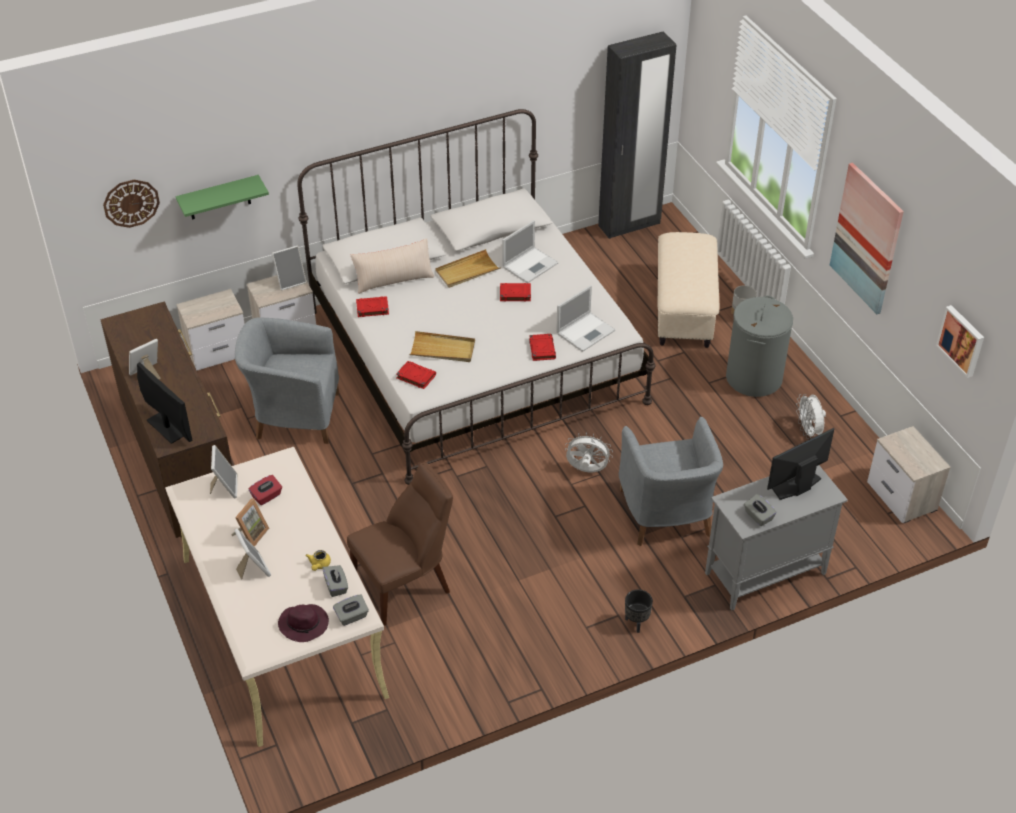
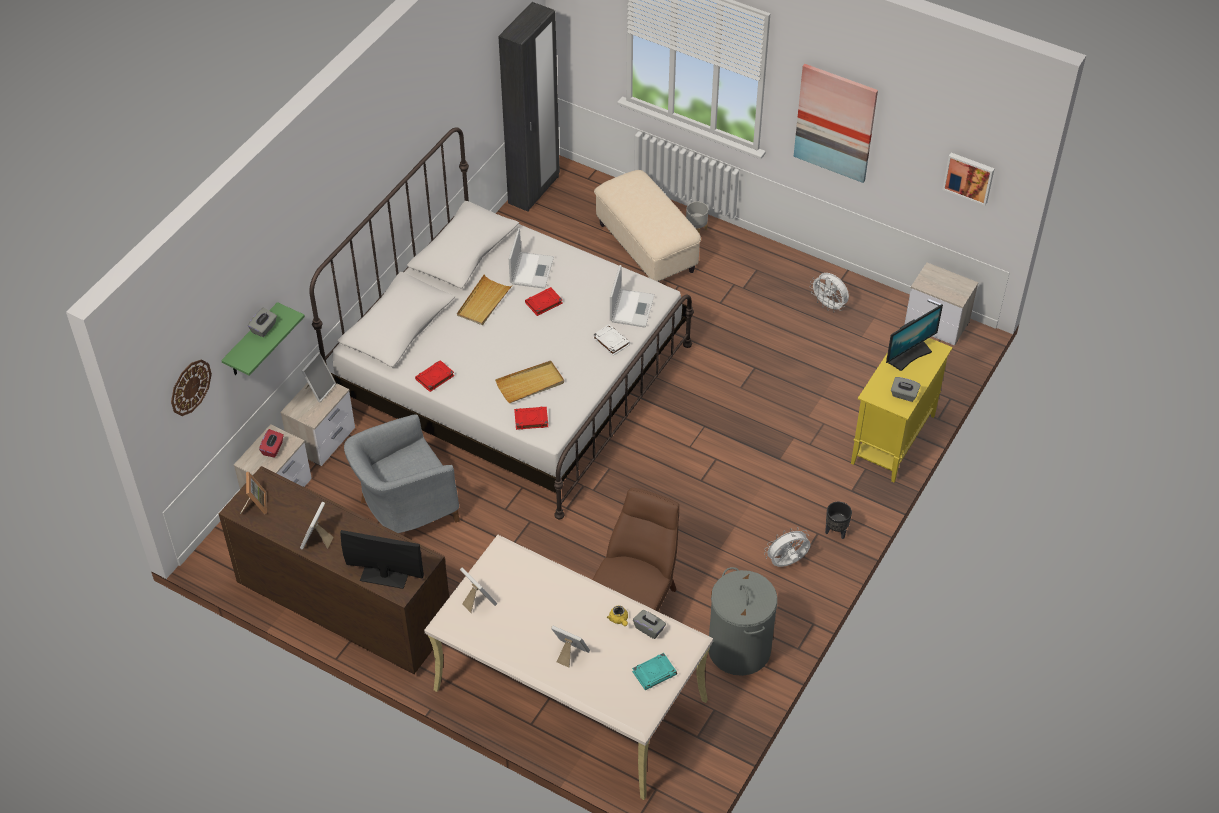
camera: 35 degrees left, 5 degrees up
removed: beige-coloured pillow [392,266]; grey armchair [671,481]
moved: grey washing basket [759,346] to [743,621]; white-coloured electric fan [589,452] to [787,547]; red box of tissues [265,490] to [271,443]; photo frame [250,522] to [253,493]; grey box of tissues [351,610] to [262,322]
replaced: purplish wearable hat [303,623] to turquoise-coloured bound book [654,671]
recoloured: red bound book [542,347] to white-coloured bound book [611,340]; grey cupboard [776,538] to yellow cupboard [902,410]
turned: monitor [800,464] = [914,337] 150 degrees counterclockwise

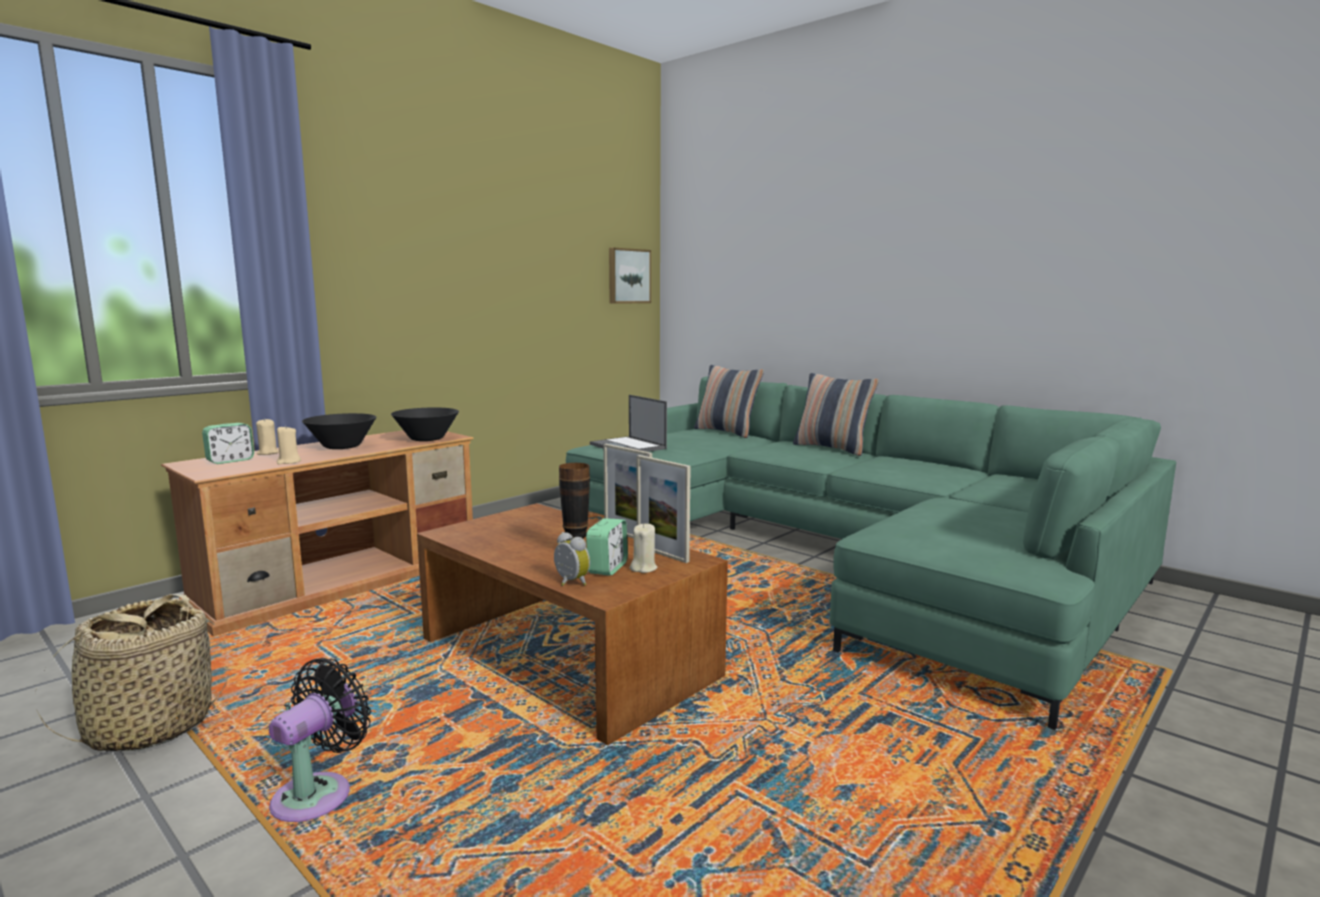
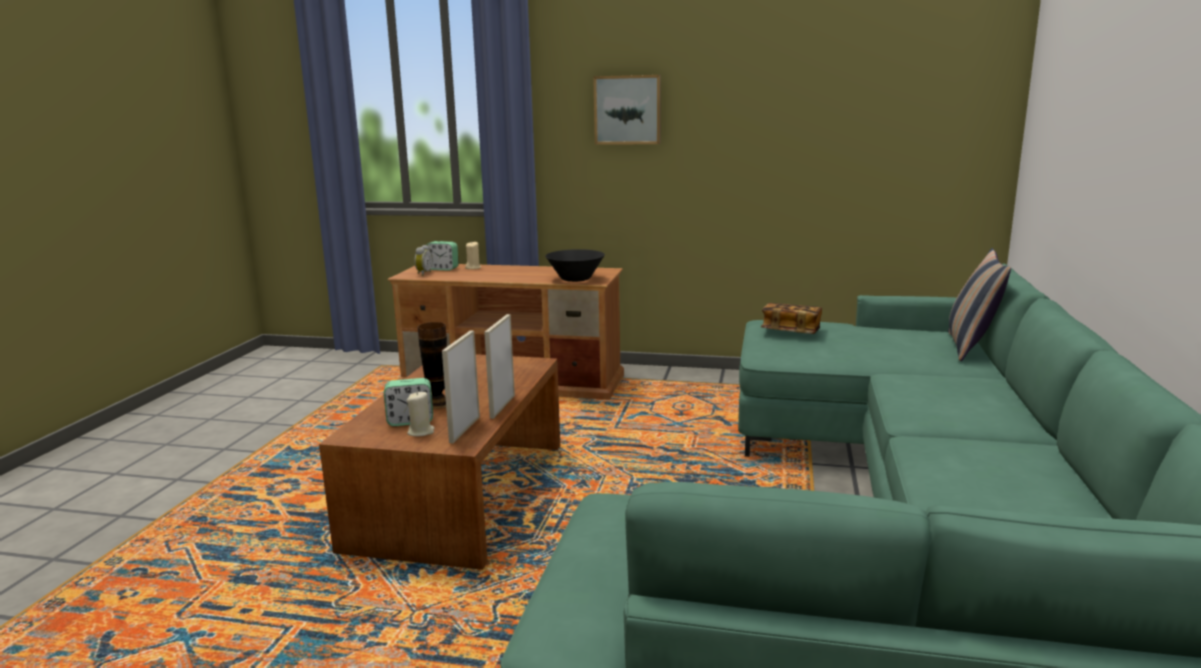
camera: 60 degrees right, 5 degrees up
removed: pillow [836,414]; black-coloured deep dish [339,431]; beige-coloured candle [289,444]; basket [131,672]; black-coloured electric fan [320,740]
moved: picture [630,276] to [627,110]; table clock [572,559] to [424,260]
replaced: notebook computer [628,423] to bound book [791,318]

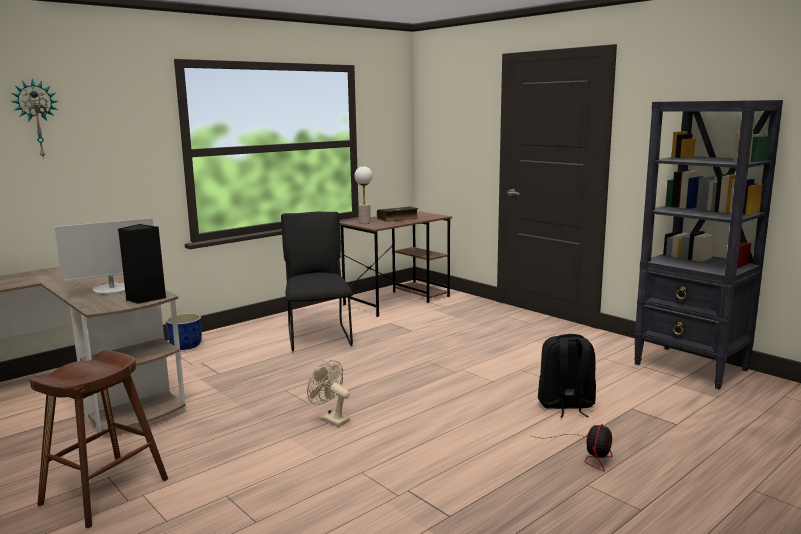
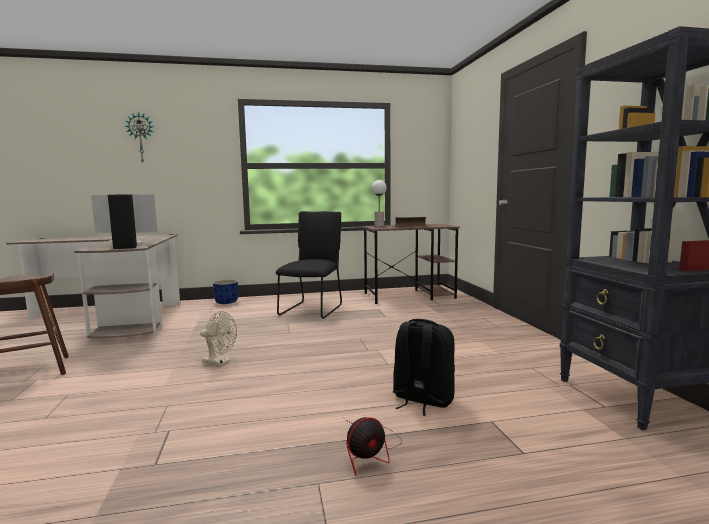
camera: 30 degrees right, 5 degrees down
turned: beige-coloured electric fan [328,393] = [218,338] 135 degrees clockwise

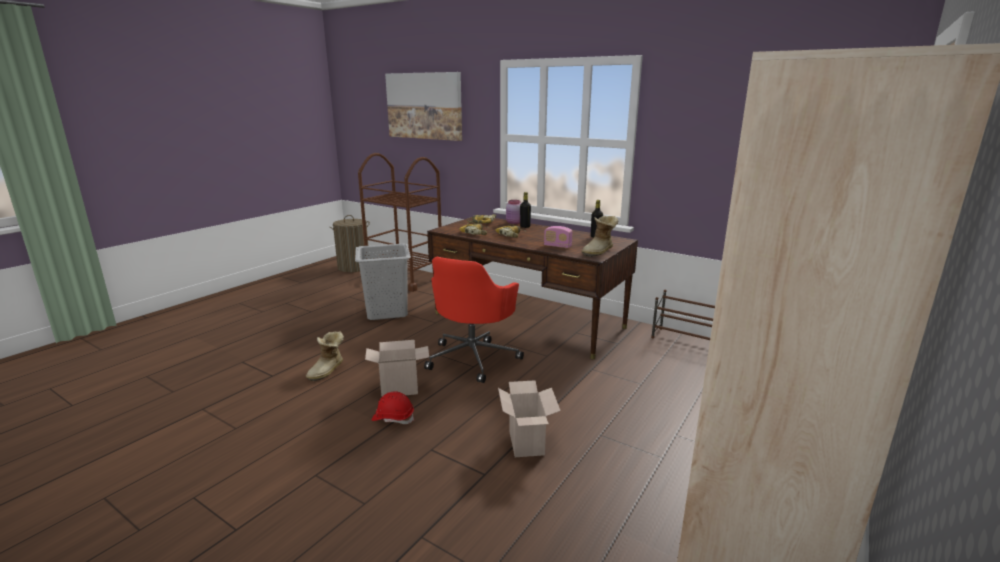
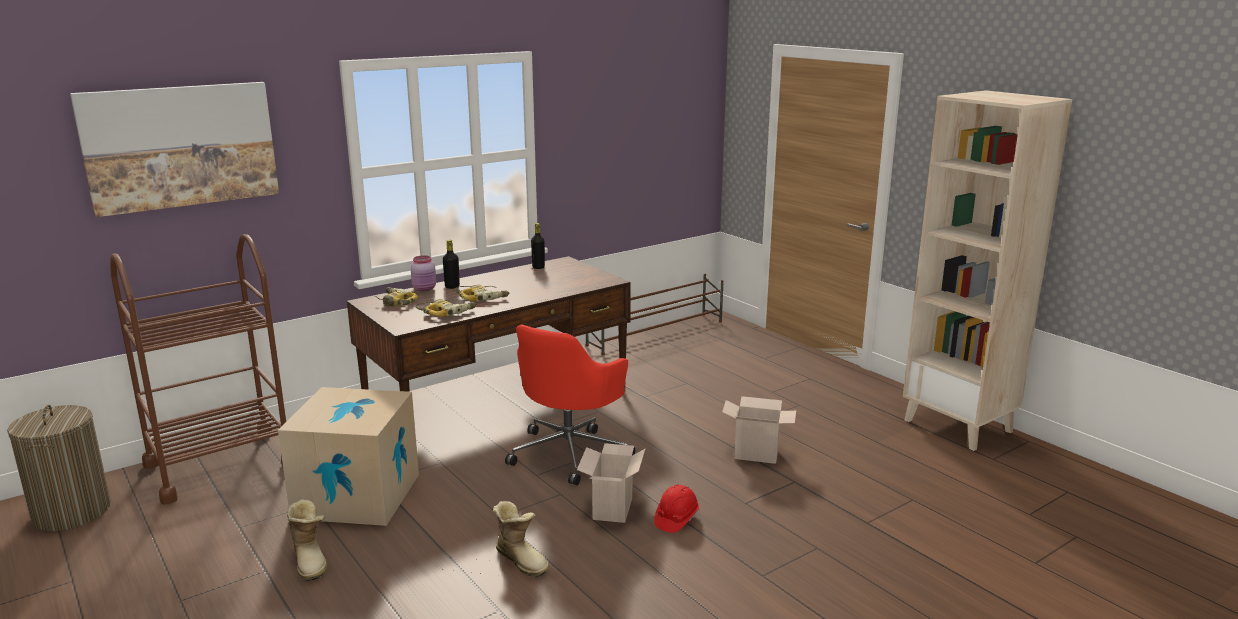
camera: 70 degrees left, 0 degrees up
removed: radio [558,237]
moved: high-top boot [599,236] to [307,540]
replaced: grey washing basket [383,281] to carton [348,456]
turned: red office chair [474,320] = [570,405] 75 degrees clockwise

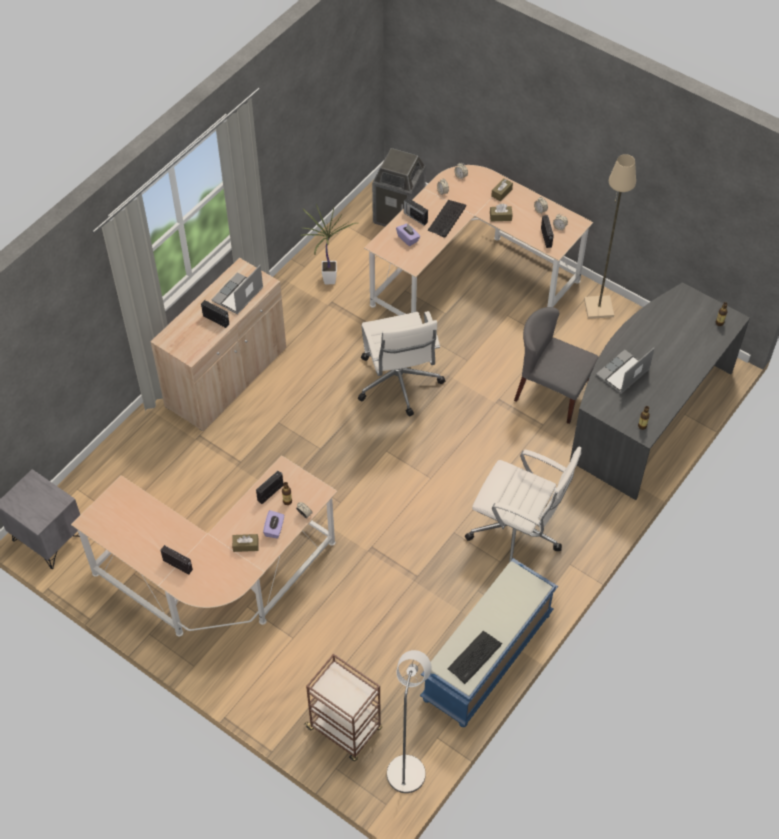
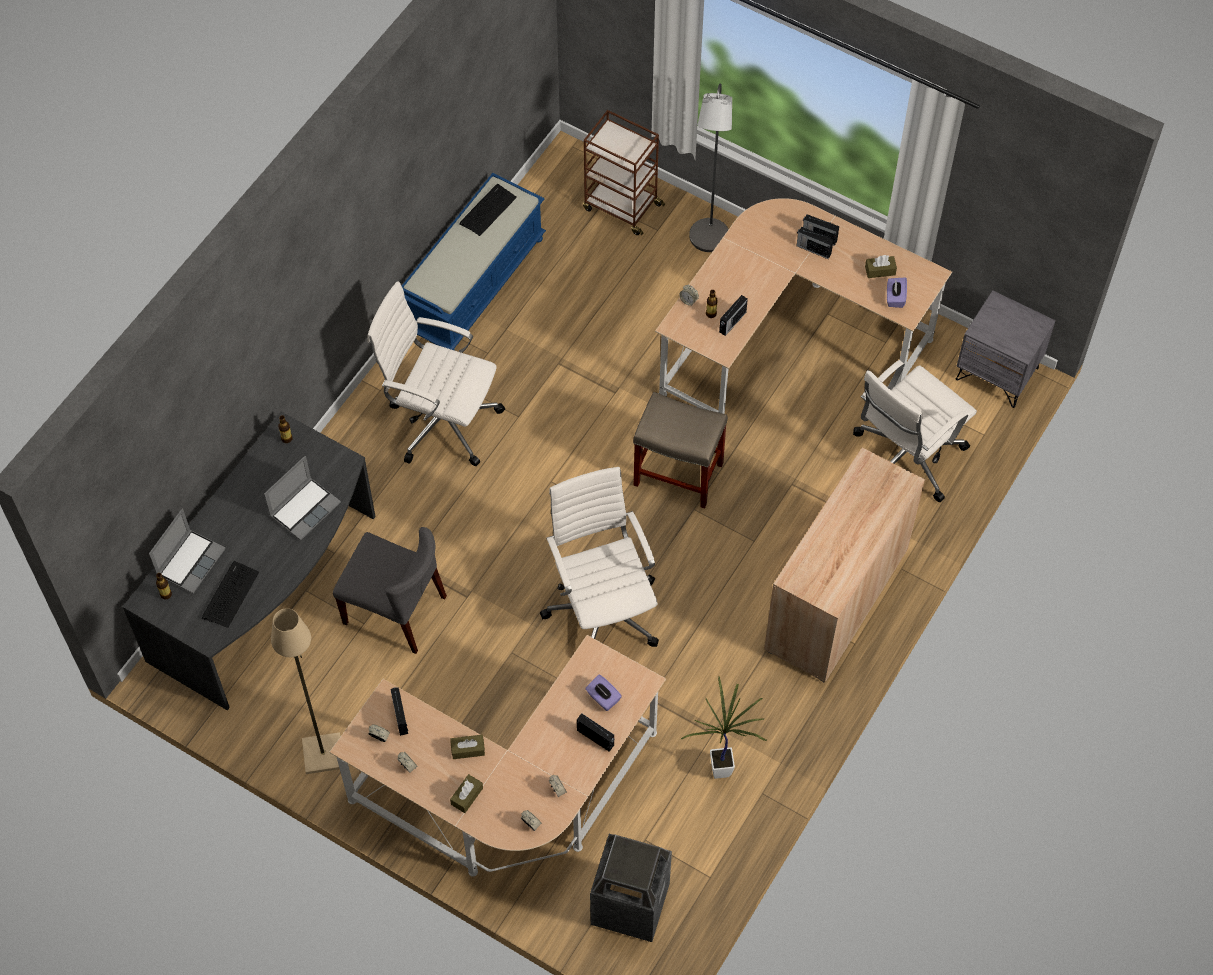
camera: 175 degrees right, 5 degrees up
added: white-coloured office chair [915,431]; beige-coloured sitting stool [680,450]
moved: keyboard [447,219] to [230,594]; notebook computer [237,290] to [187,551]; radio [215,314] to [815,243]; purplish box of tissues [273,524] to [897,292]; brown-coloured box of tissues [245,543] to [881,266]; grey standard lamp [409,721] to [710,168]

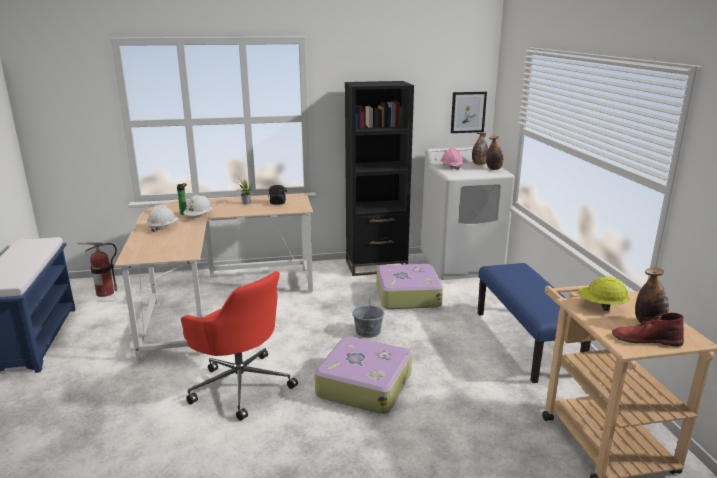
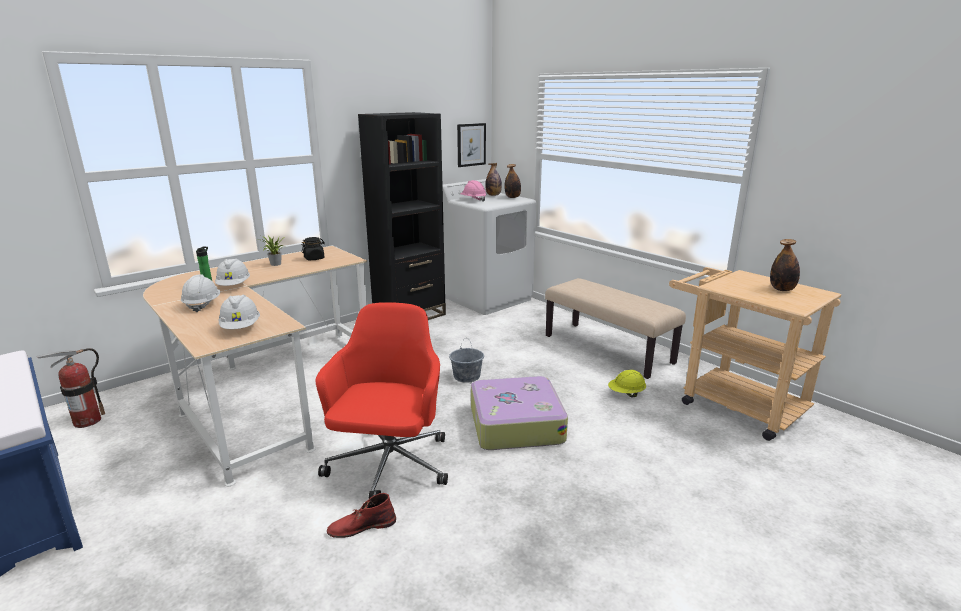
camera: 30 degrees left, 0 degrees up
removed: suitcase [410,286]
added: white-coloured hard hat [239,312]
moved: yellow hard hat [603,294] to [627,383]; red high-top boot [648,329] to [361,515]
recoloured: blue-coloured long seat [534,323] to beige-coloured long seat [615,328]
turned: red office chair [239,346] = [382,400] 90 degrees counterclockwise

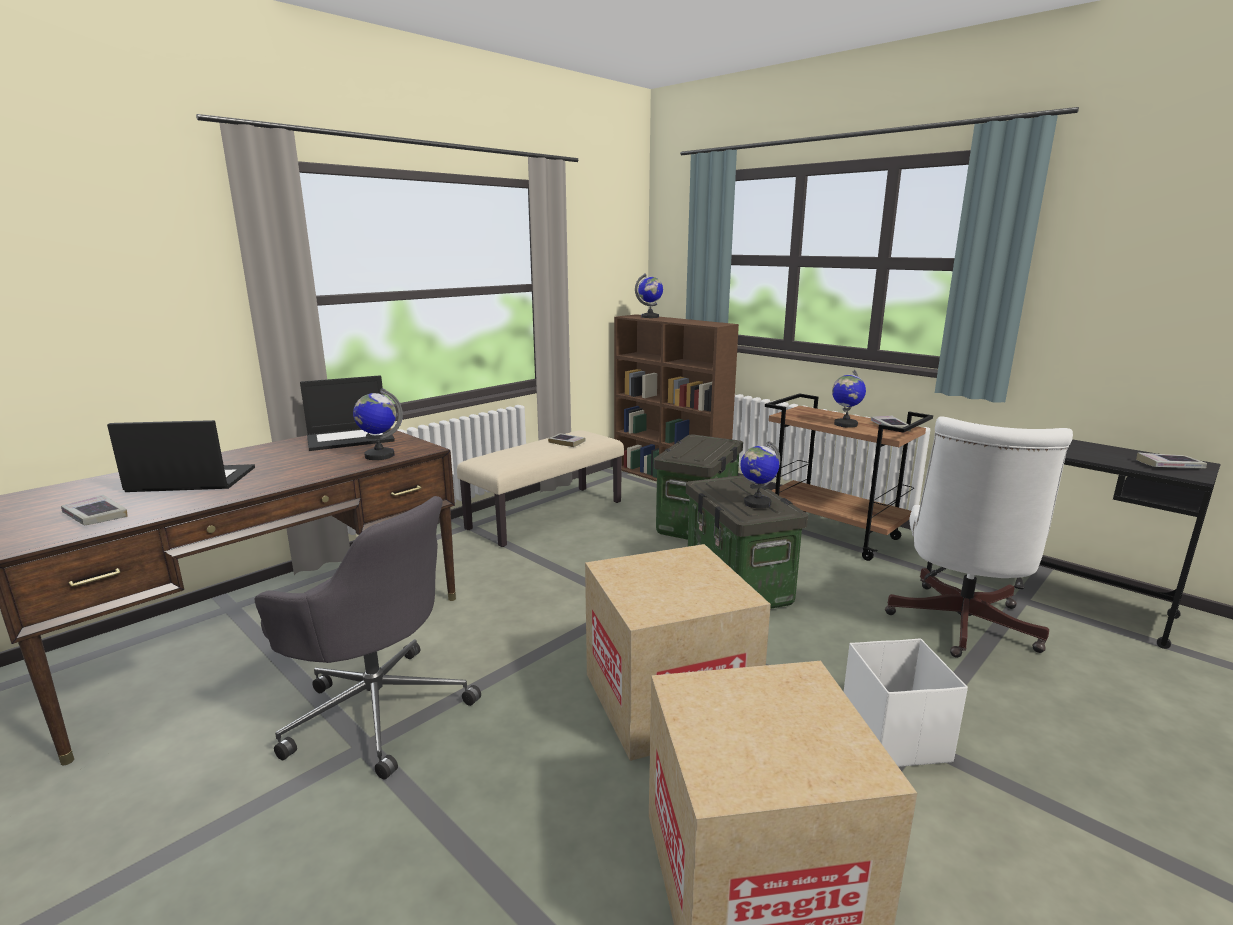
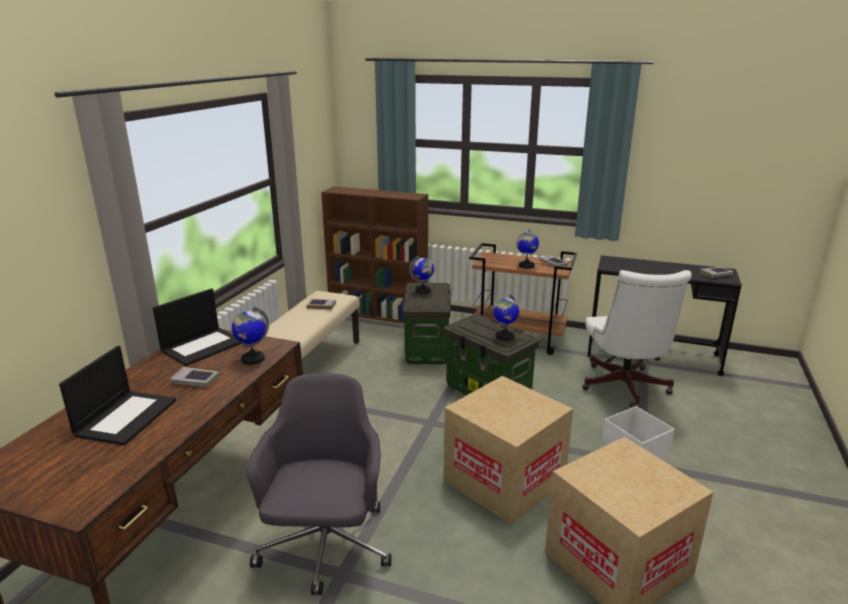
camera: 25 degrees left, 5 degrees up
moved: world globe [649,295] to [421,275]; bound book [94,510] to [194,377]
turned: notebook computer [181,456] = [117,395] 135 degrees clockwise; grey office chair [368,638] = [318,484] 90 degrees counterclockwise

